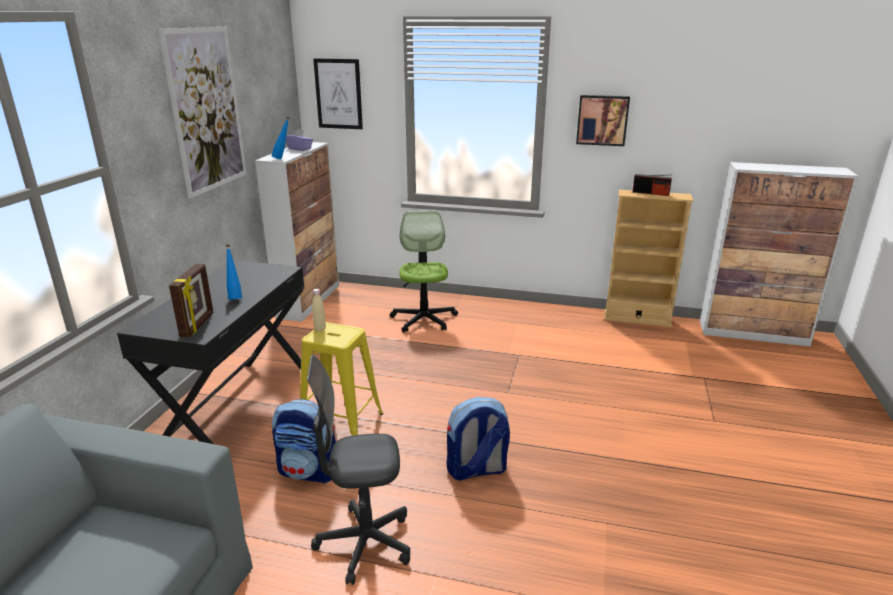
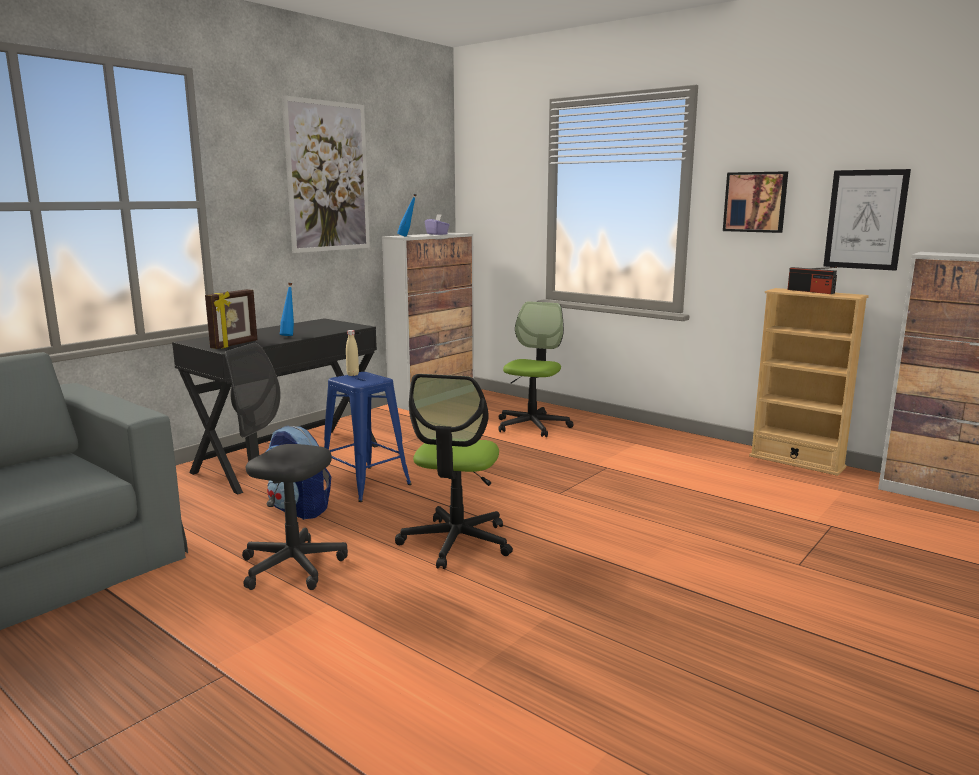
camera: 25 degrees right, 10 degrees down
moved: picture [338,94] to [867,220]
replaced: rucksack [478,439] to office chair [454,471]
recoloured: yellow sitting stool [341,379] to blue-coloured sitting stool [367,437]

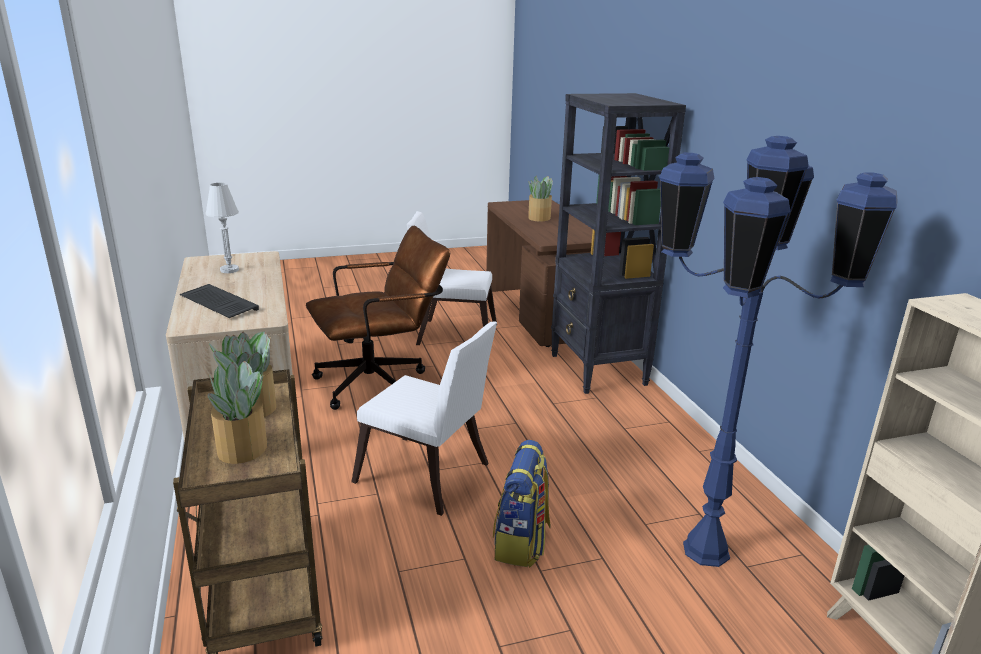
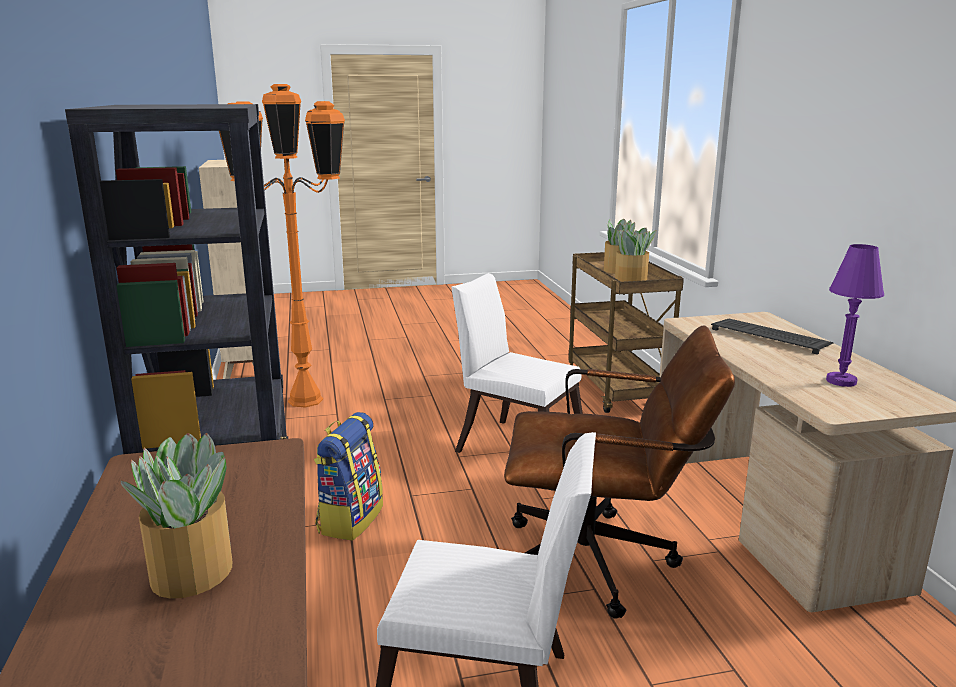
camera: 175 degrees left, 5 degrees down
moved: rucksack [522,503] to [348,476]
recoloured: blue-coloured standard lamp [778,351] to orange standard lamp [282,246]; white-coloured tabletop lamp [222,228] to purplish tabletop lamp [855,315]
turned: brown-coloured office chair [378,318] = [619,472] 150 degrees counterclockwise

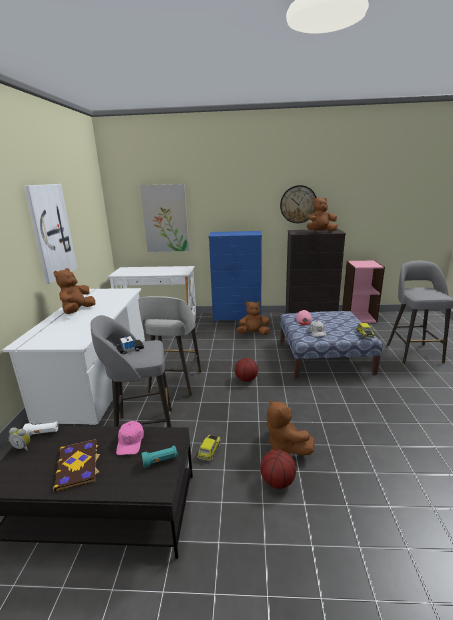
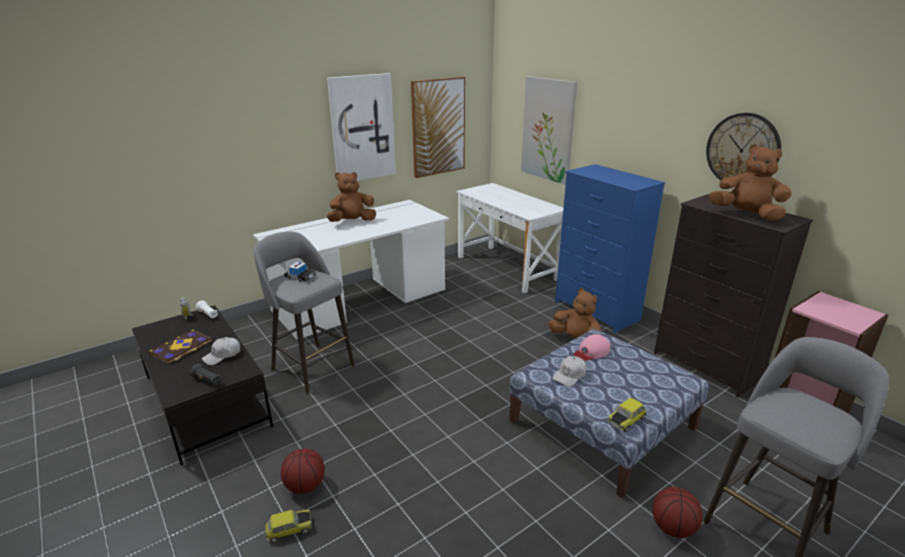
camera: 50 degrees right, 5 degrees up
removed: grey sitting stool [169,346]; brown-coloured plush toy [291,427]
added: picture [438,127]
moved: ball for basketball [246,370] to [678,512]; miniature car [209,447] to [288,526]
recoloured: pink-coloured baseball cap [130,438] to white-coloured baseball cap [221,351]; turquoise-coloured torch [160,457] to black-coloured torch [206,374]

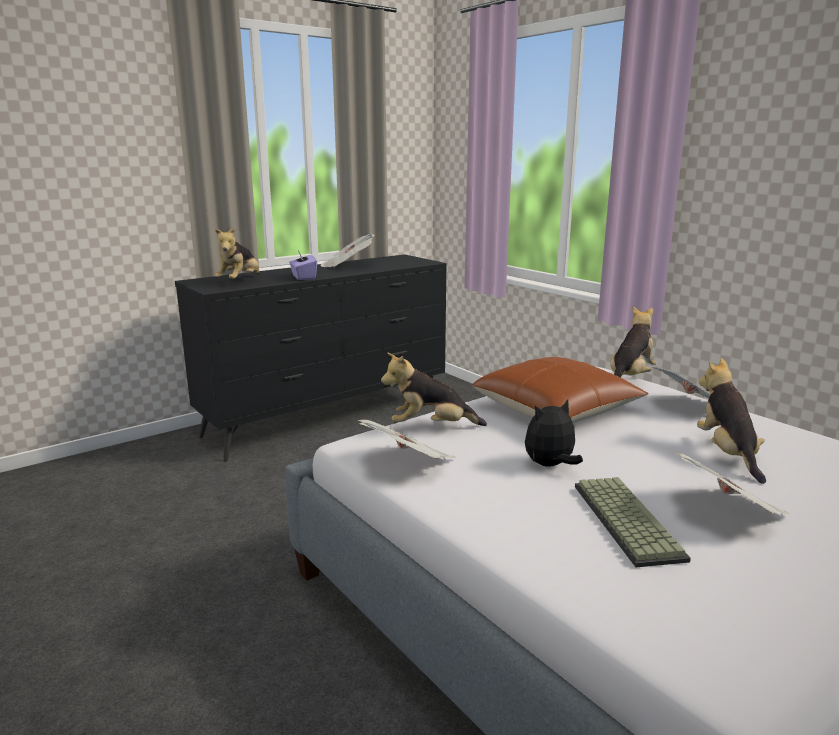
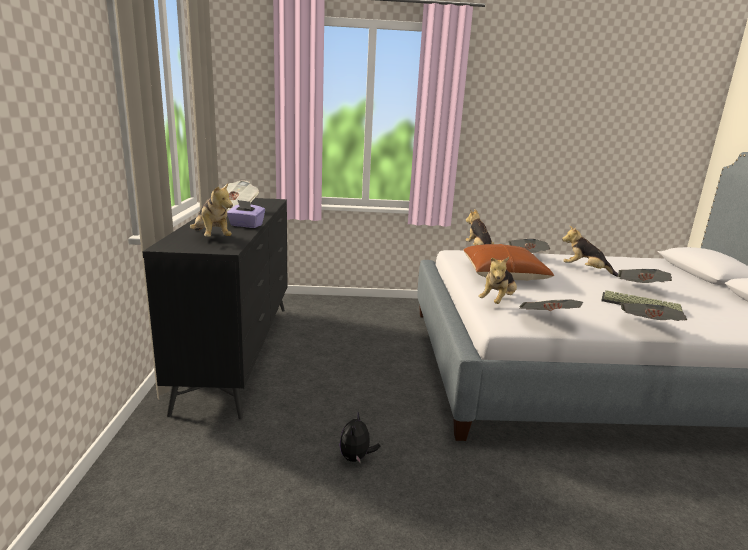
camera: 55 degrees left, 0 degrees up
added: newspaper [654,312]
moved: plush toy [554,433] to [360,438]

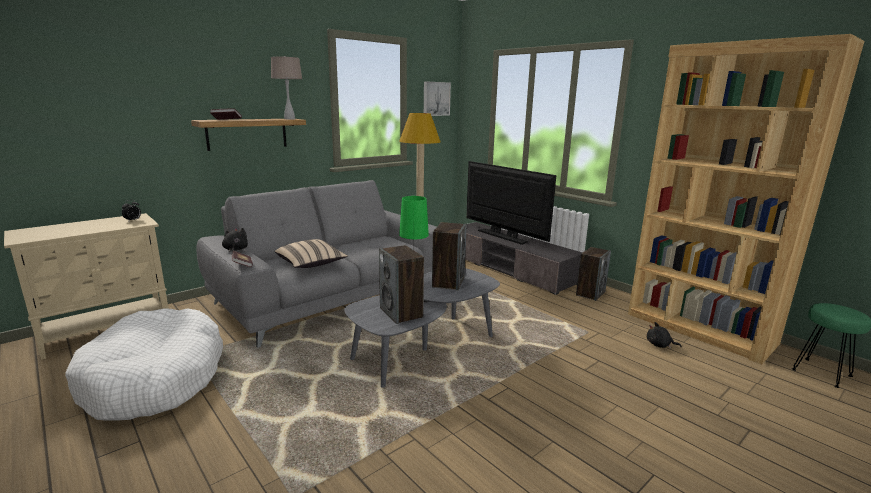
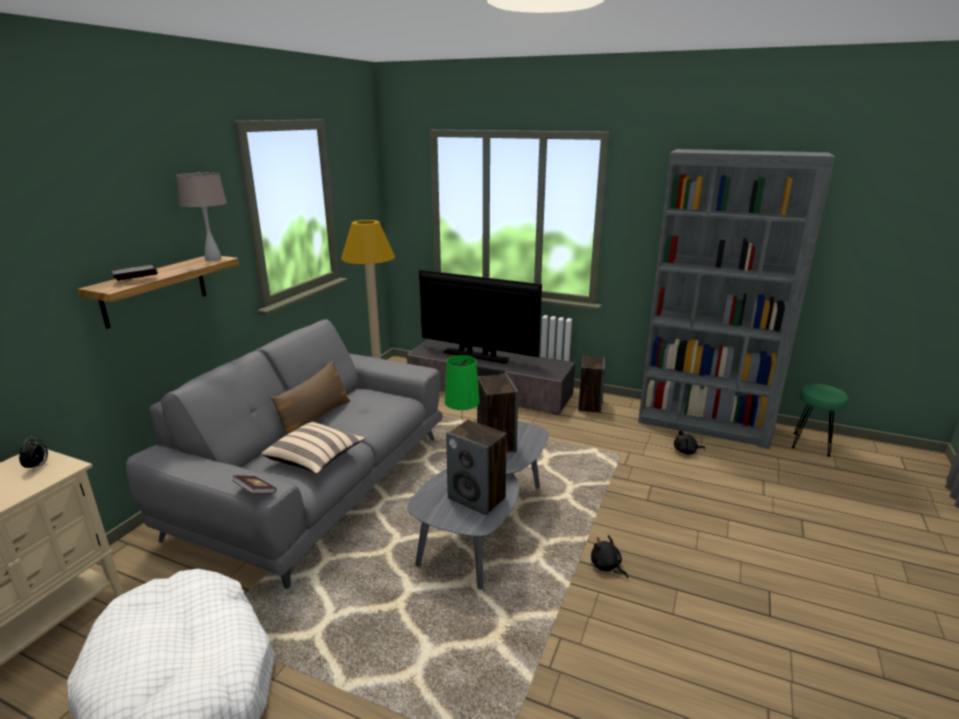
camera: 25 degrees left, 5 degrees up
removed: picture [437,98]
added: brown-coloured pillow [310,397]
moved: black-coloured plush toy [235,240] to [609,557]
recoloured: brown-coloured bookcase [746,199] to grey bookcase [736,299]

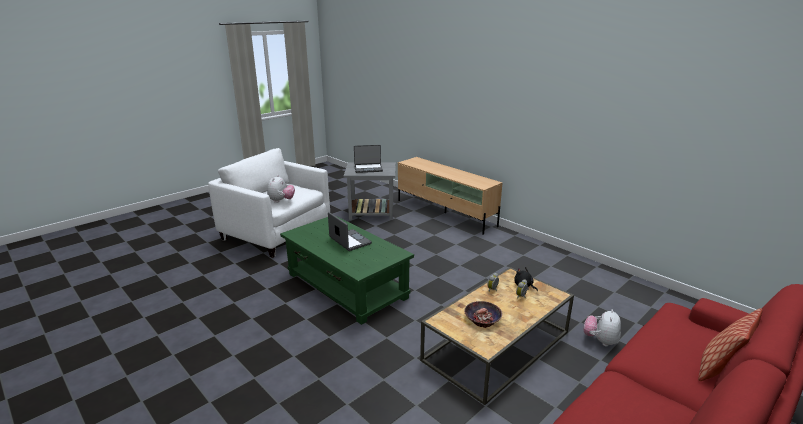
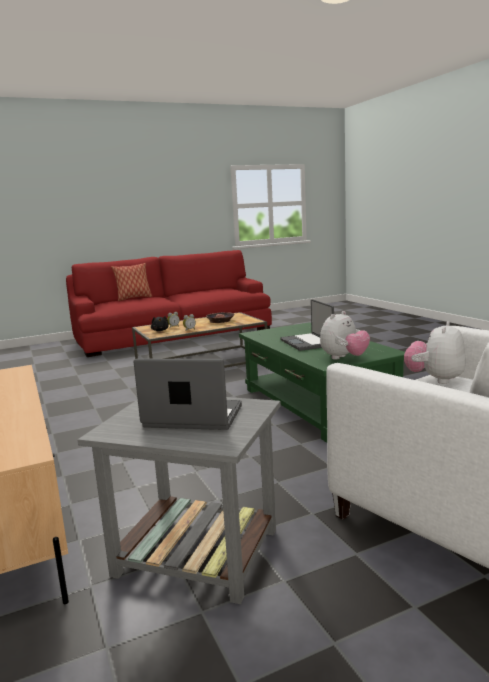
camera: 160 degrees left, 10 degrees down
moved: plush toy [602,328] to [345,335]

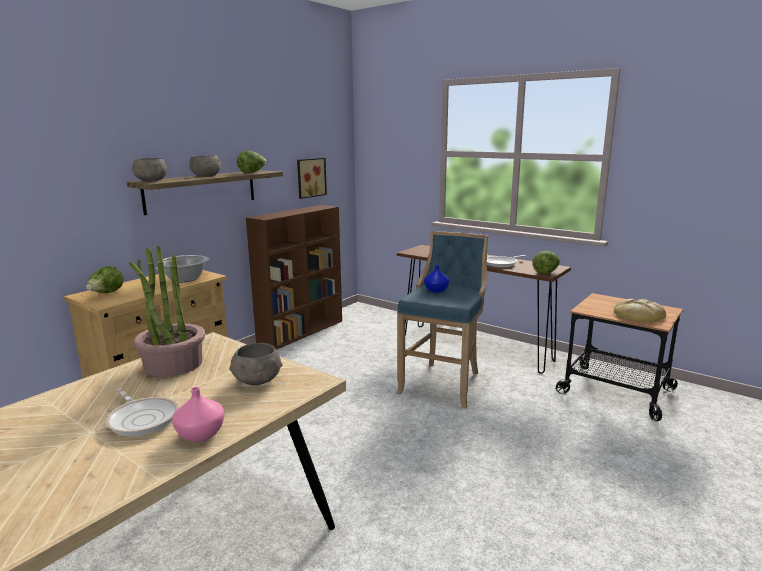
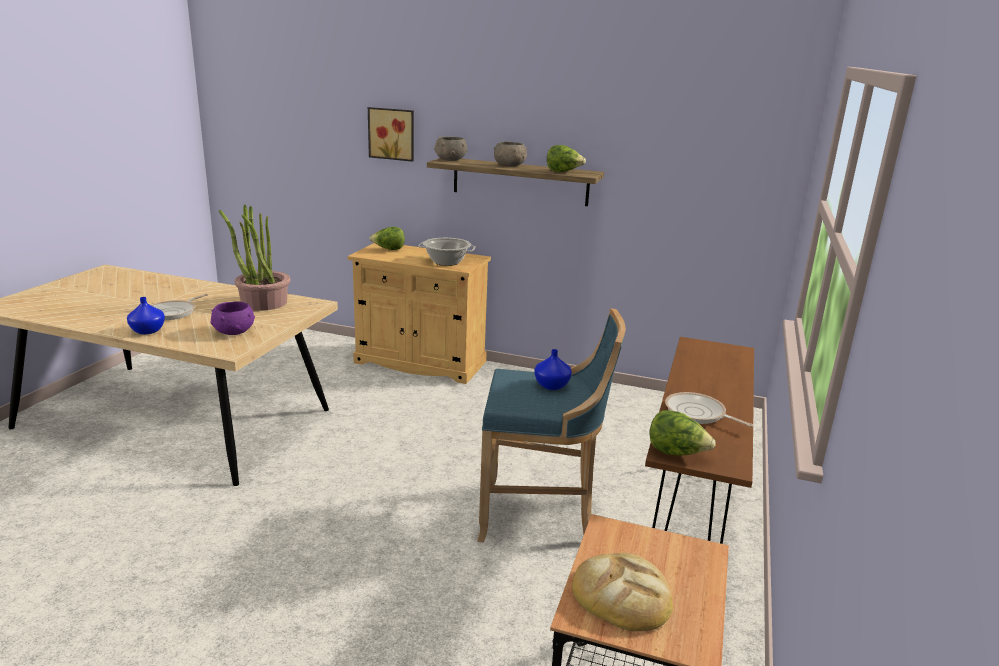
camera: 70 degrees right, 5 degrees up
removed: brown-coloured bookcase [294,277]
moved: picture [312,178] to [391,134]
recoloured: grey deep dish [255,364] to purplish deep dish [233,318]; pink-coloured flower vase [198,414] to blue-coloured flower vase [146,315]

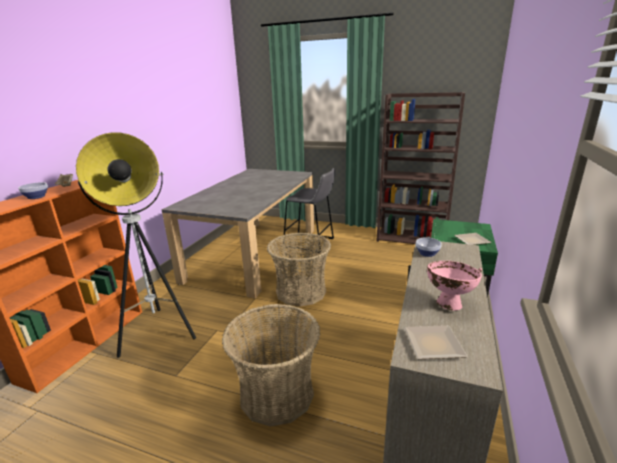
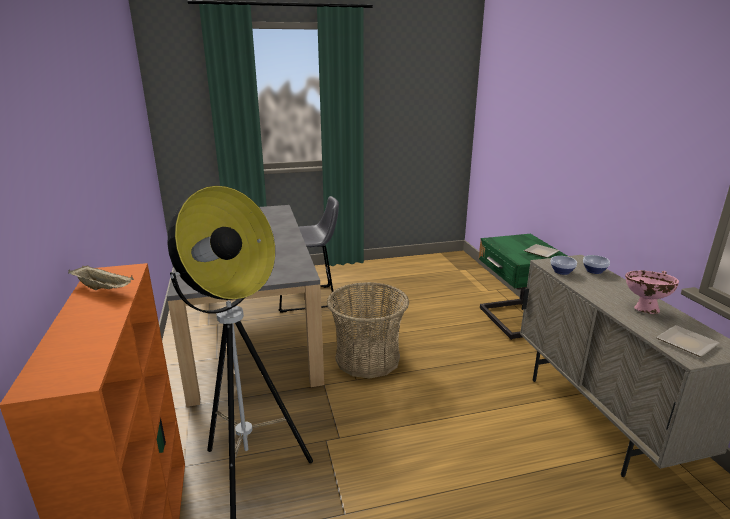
camera: 35 degrees left, 0 degrees up
removed: brown-coloured bookcase [420,168]; basket [271,365]
moved: deep dish [33,190] to [596,264]

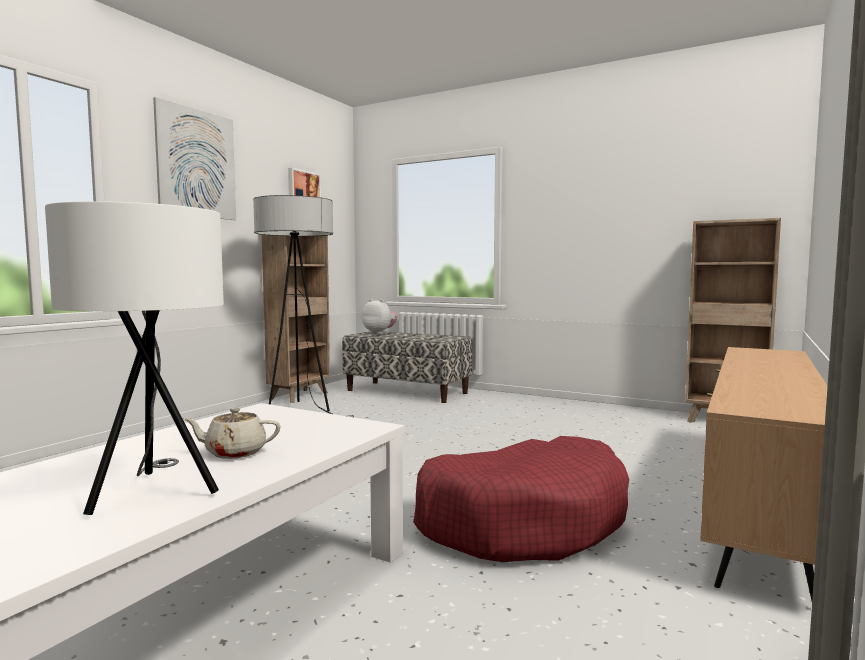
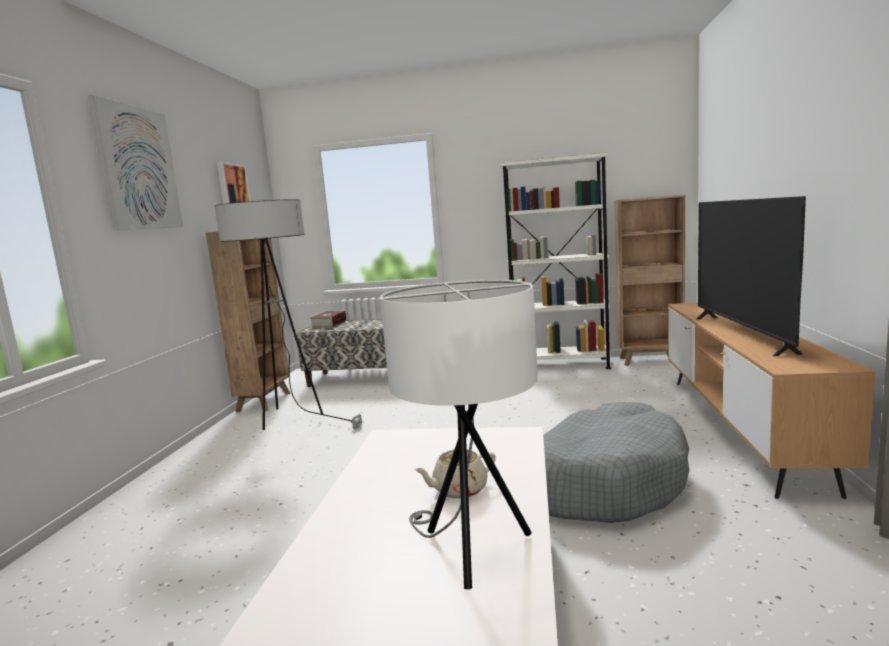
camera: 20 degrees left, 5 degrees up
added: white-coloured bookcase [556,260]; TV [751,276]
replaced: plush toy [379,316] to bound book [328,319]
recoloured: red dog cushion [521,499] to grey dog cushion [616,462]

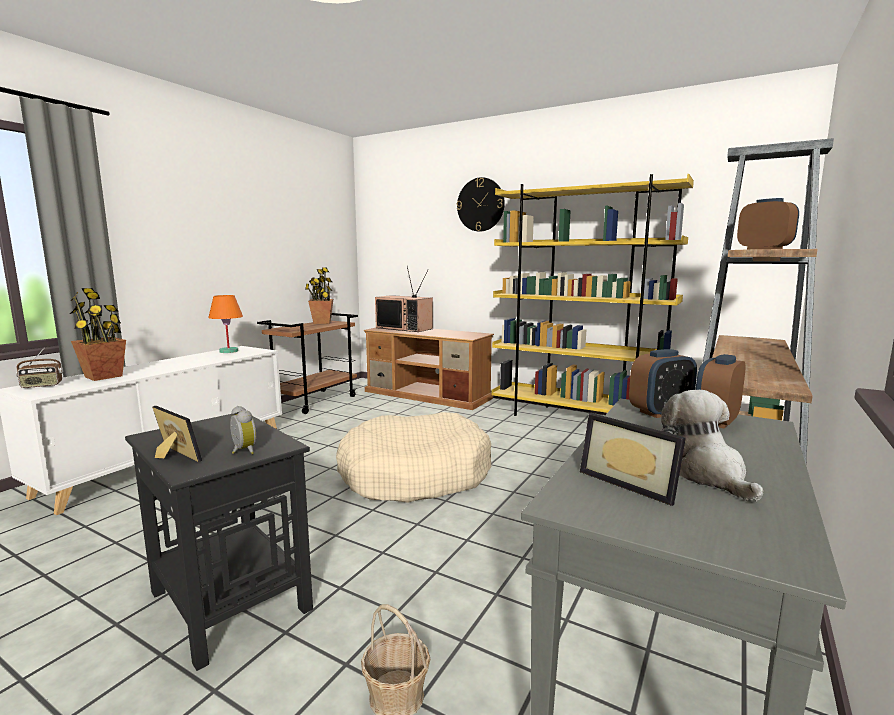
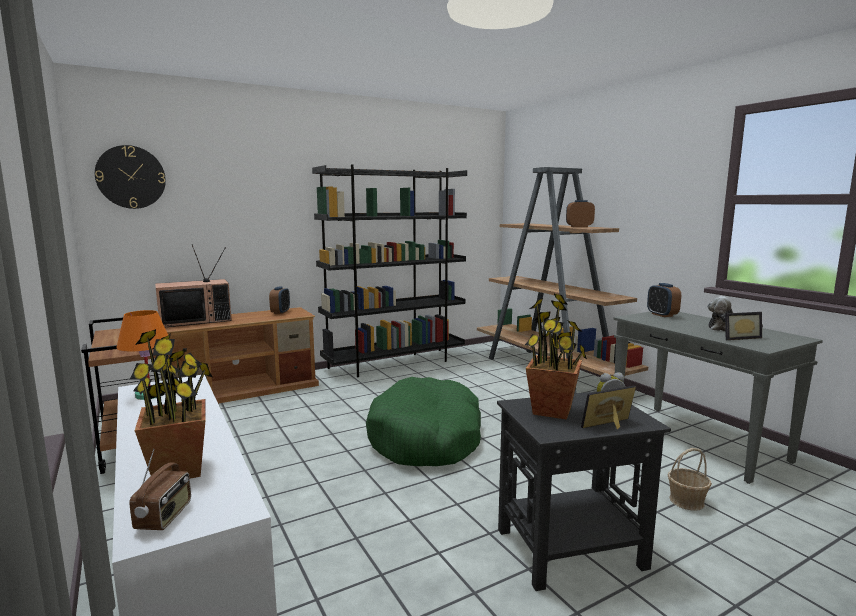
camera: 60 degrees left, 0 degrees up
moved: wall clock [481,204] to [130,177]; plant in a pot [319,296] to [556,356]; table clock [663,383] to [279,300]
recoloured: yellow bookcase [592,295] to black-coloured bookcase [389,270]; beige-coloured dog cushion [413,457] to green-coloured dog cushion [423,421]

